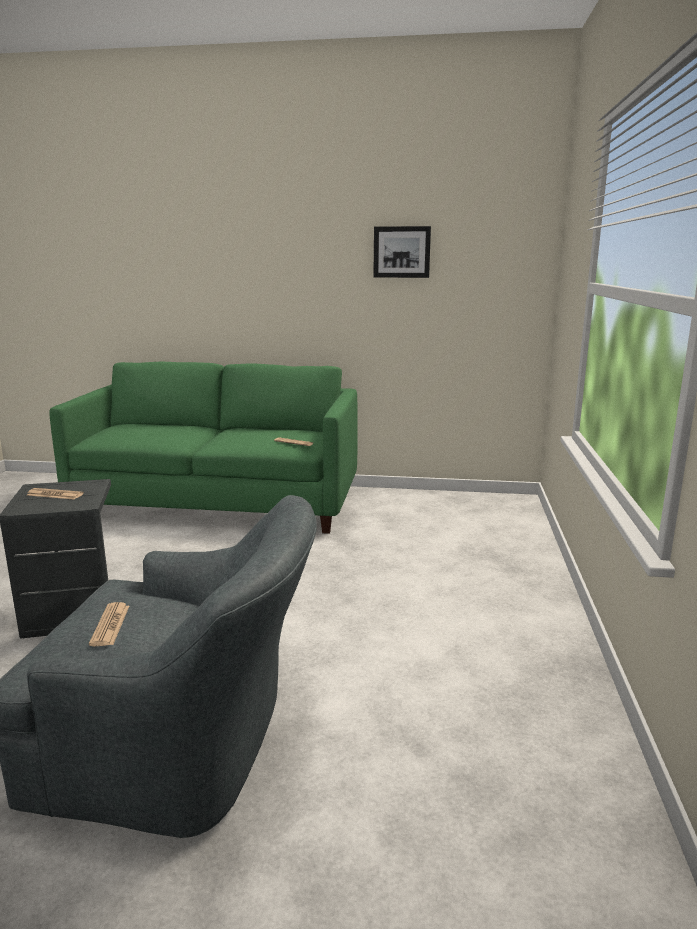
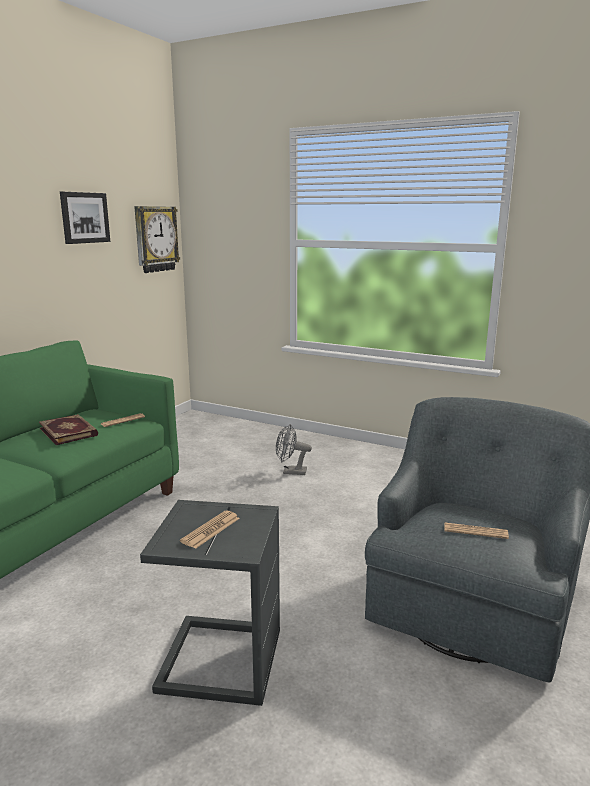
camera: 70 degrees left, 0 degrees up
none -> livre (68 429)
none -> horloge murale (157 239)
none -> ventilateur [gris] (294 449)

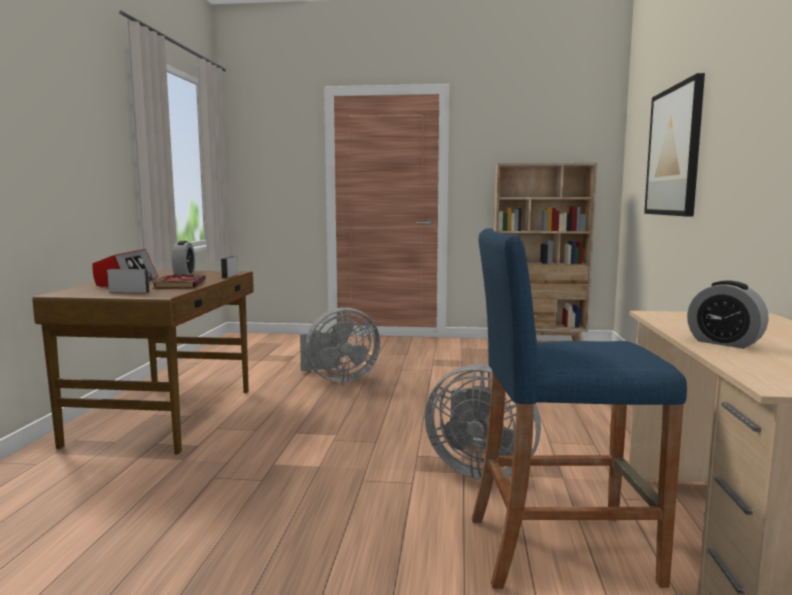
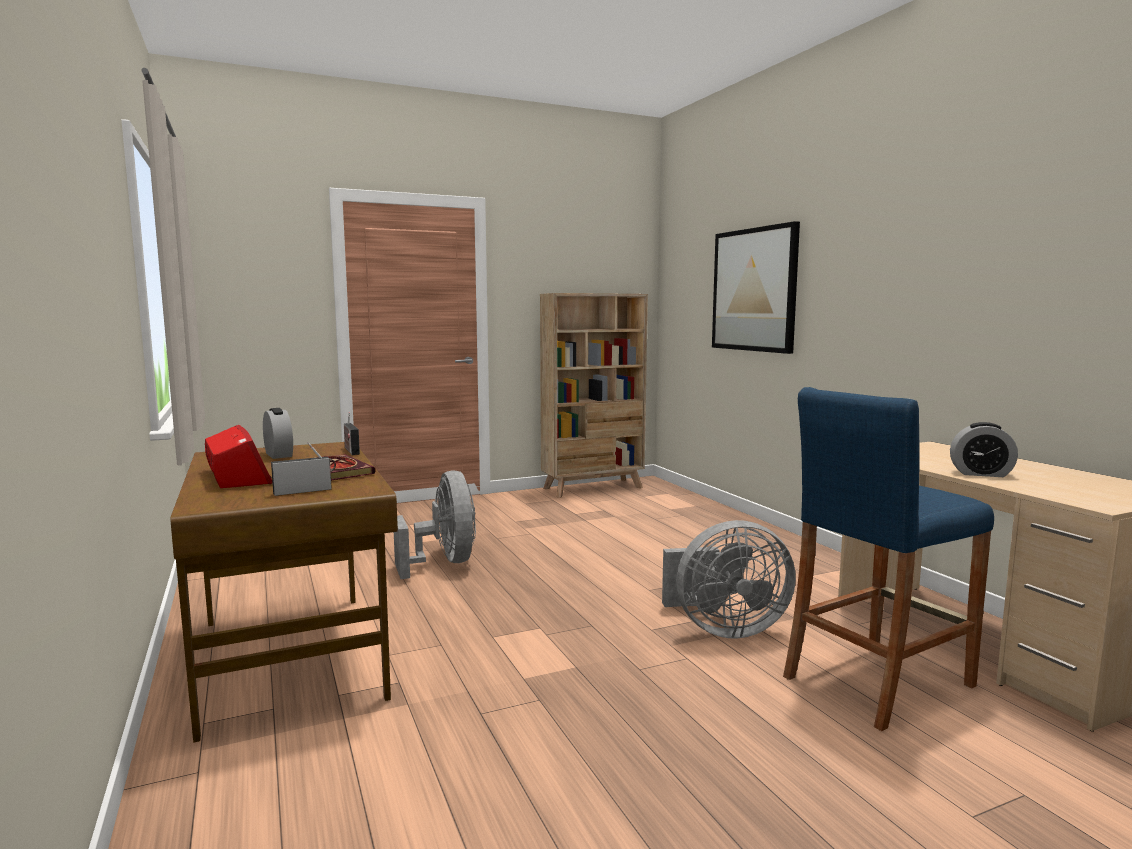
camera: 30 degrees left, 0 degrees up
ventilateur [gris] (340 345) -> ventilateur [gris] (435 524), 60 degrees counterclockwise

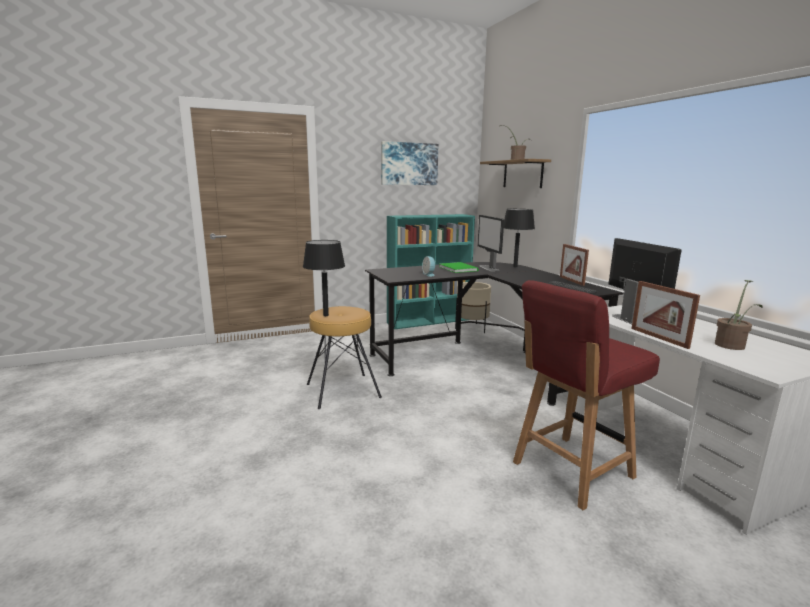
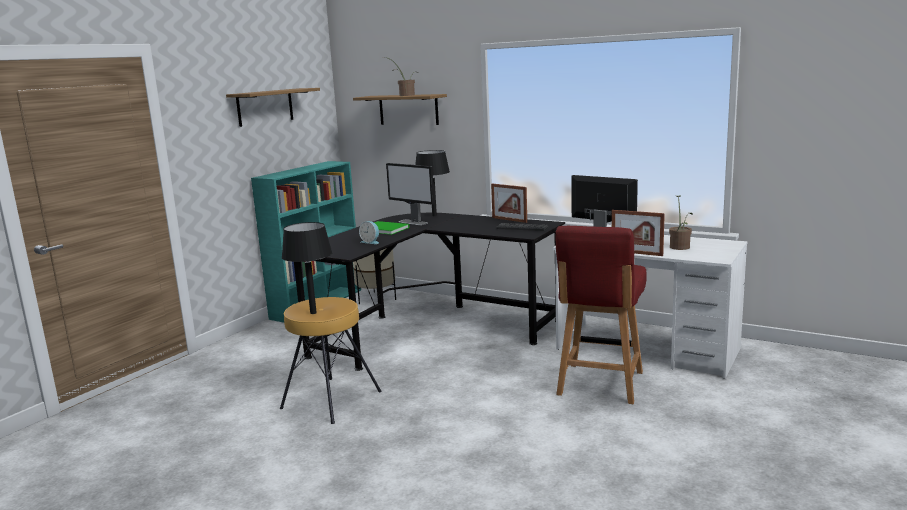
camera: 35 degrees left, 0 degrees up
tableau (409 163) -> étagère (273 107)

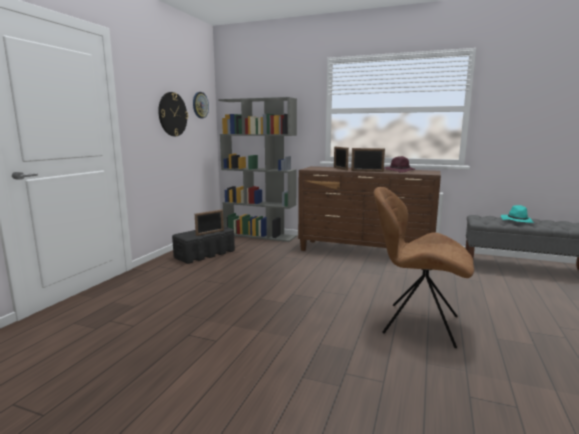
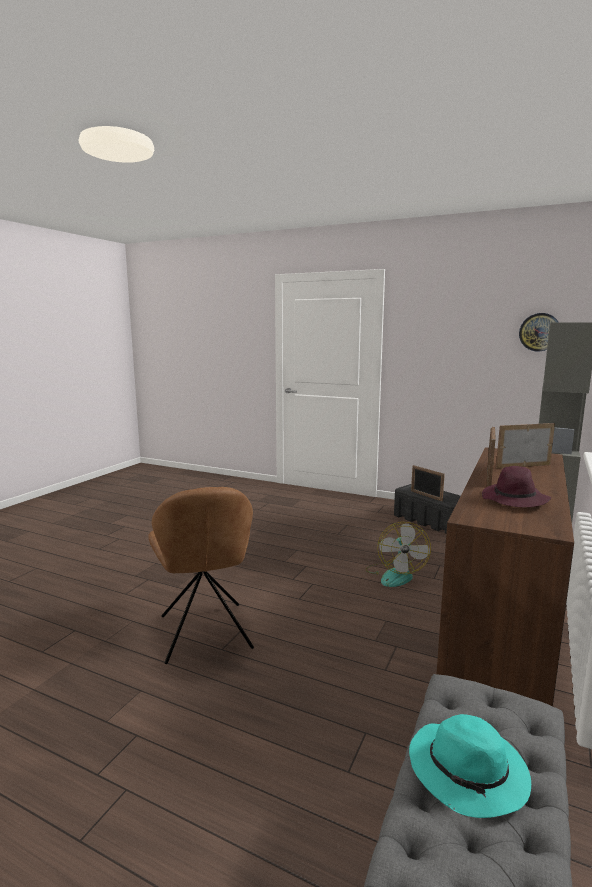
camera: 95 degrees right, 0 degrees up
chaise [marron] (424 267) -> chaise [marron] (201 575), 135 degrees clockwise
none -> ventilateur (398 554)
horloge murale (173 114) -> none

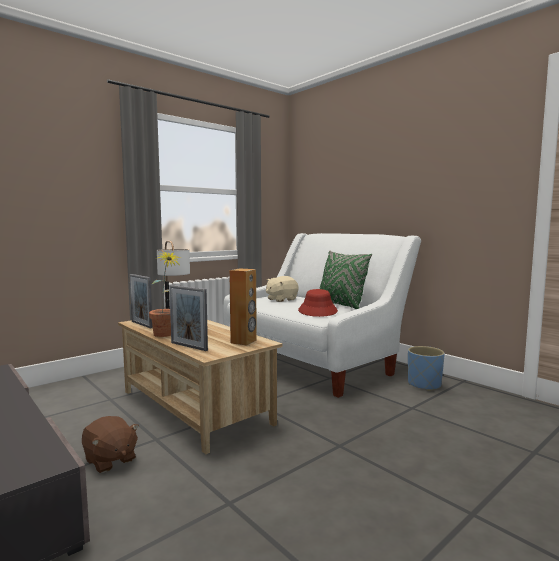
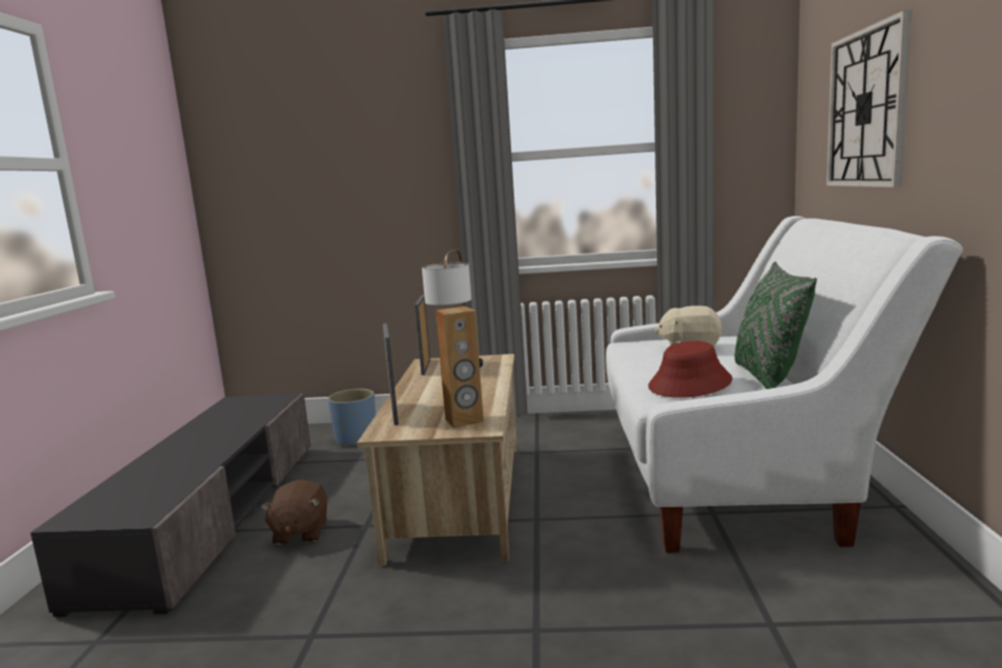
camera: 45 degrees right, 5 degrees up
cache-pot [bleu] (426 368) -> cache-pot [bleu] (352 417), shifted
none -> horloge murale (869 98)
plante en pot (165 294) -> none

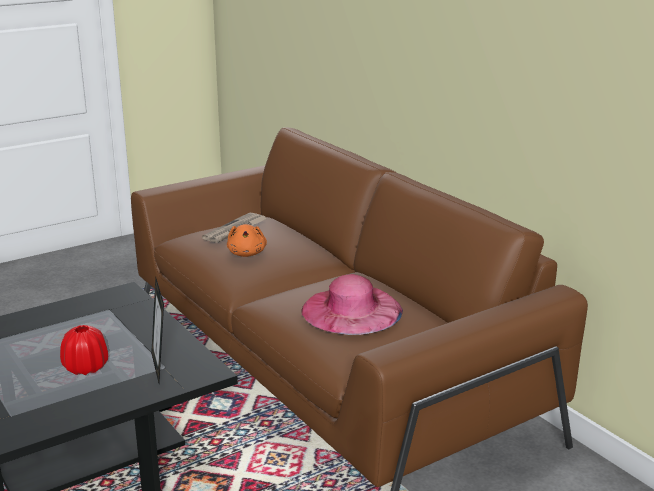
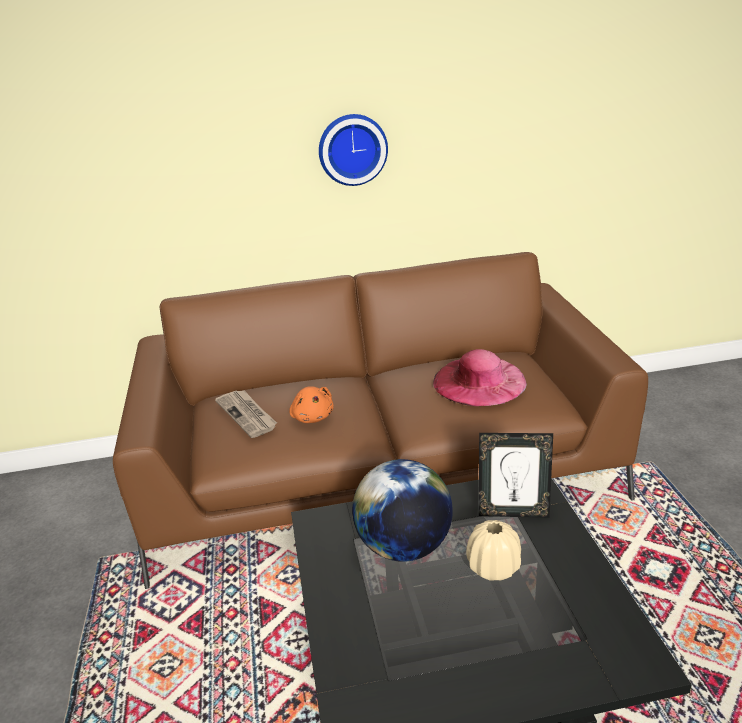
camera: 65 degrees left, 5 degrees up
peluche [orange] (247 240) -> peluche [orange] (311 404), 45 degrees clockwise
none -> horloge murale (353 150)
none -> globe (402 510)
vase [rouge] (84 350) -> vase [beige] (493 550)

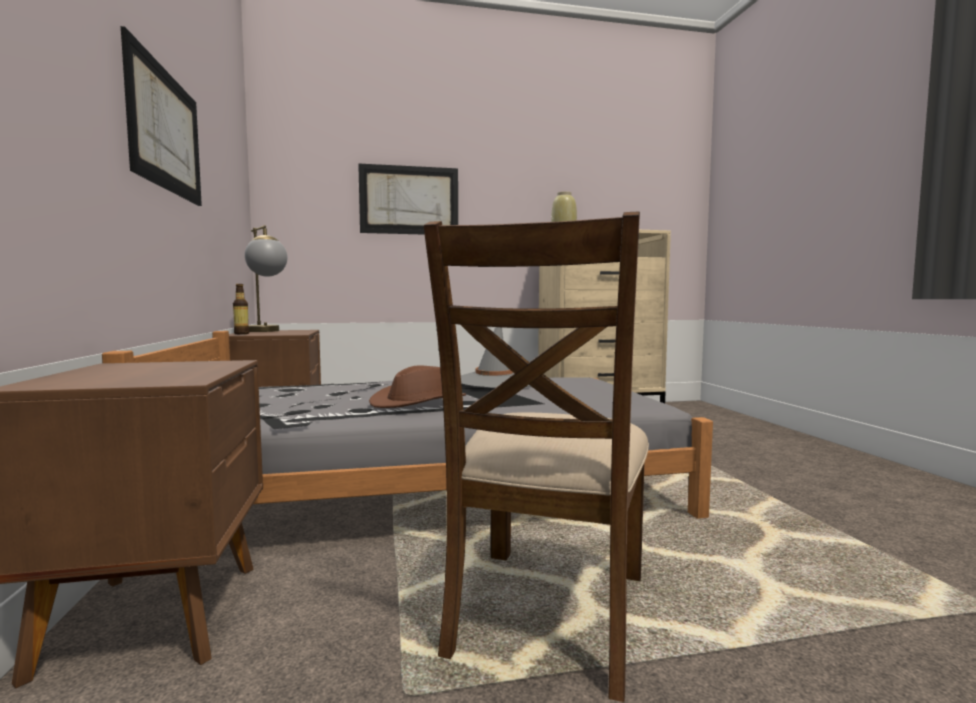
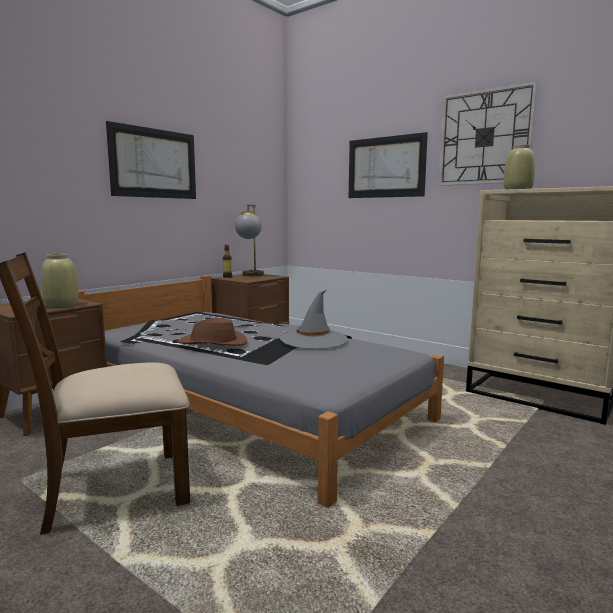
camera: 50 degrees right, 5 degrees up
none -> vase [beige] (60 281)
none -> horloge murale (488 133)

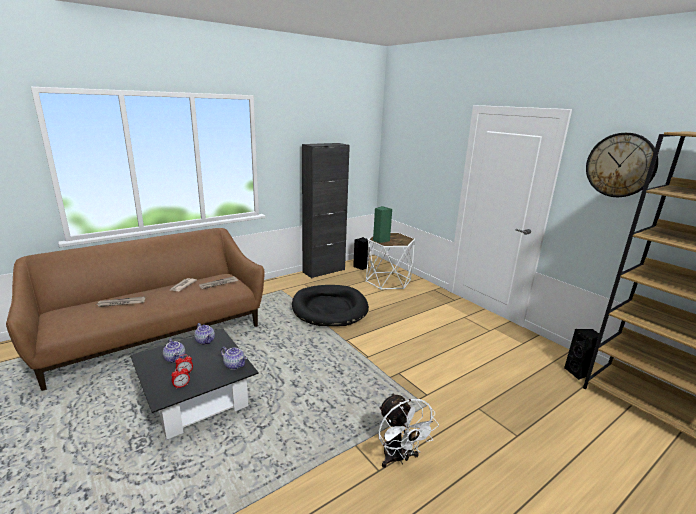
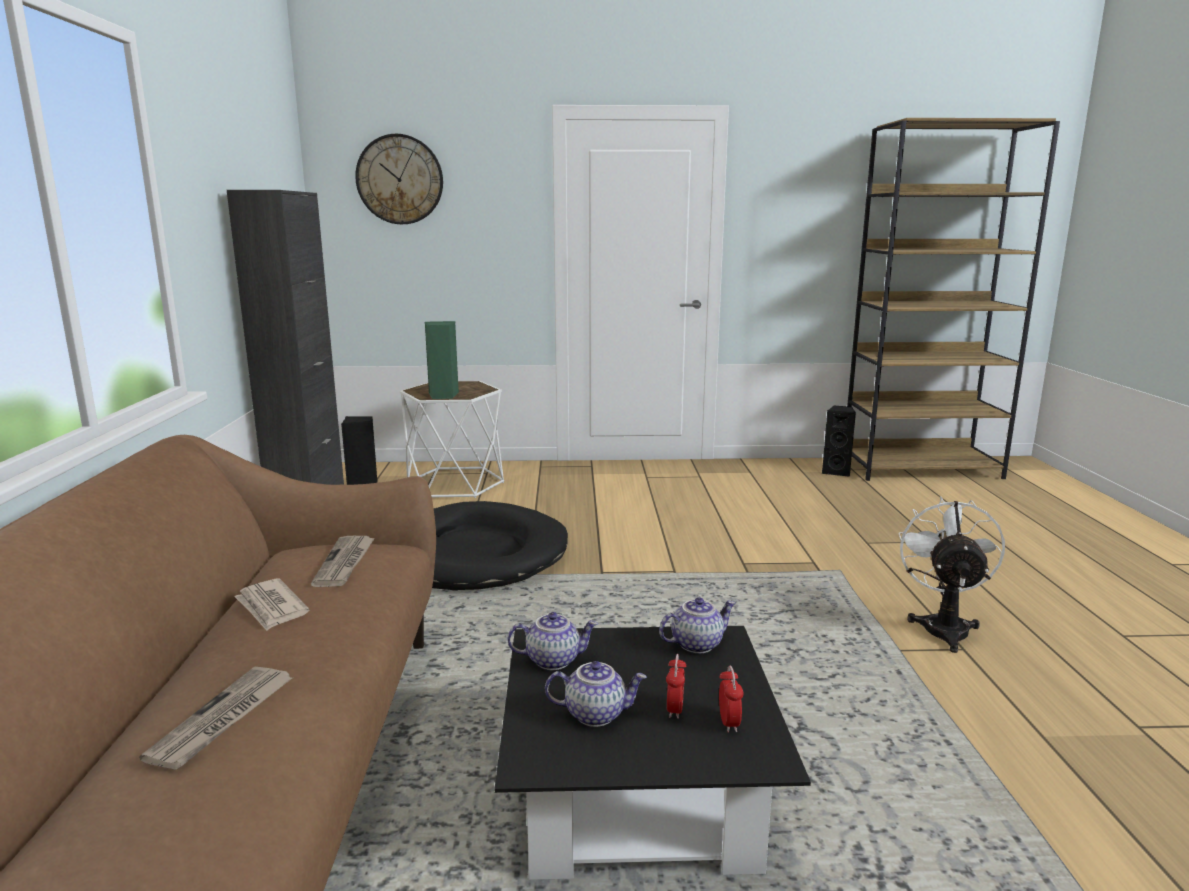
camera: 55 degrees left, 5 degrees down
horloge murale (622 165) -> horloge murale (399 179), shifted
ventilateur [blanc] (408 430) -> ventilateur [blanc] (951 574), 90 degrees counterclockwise

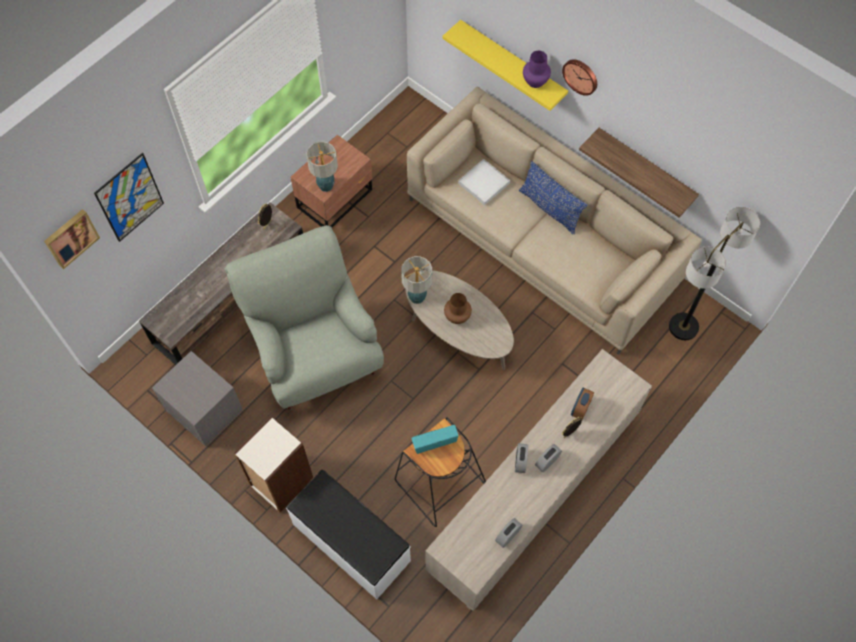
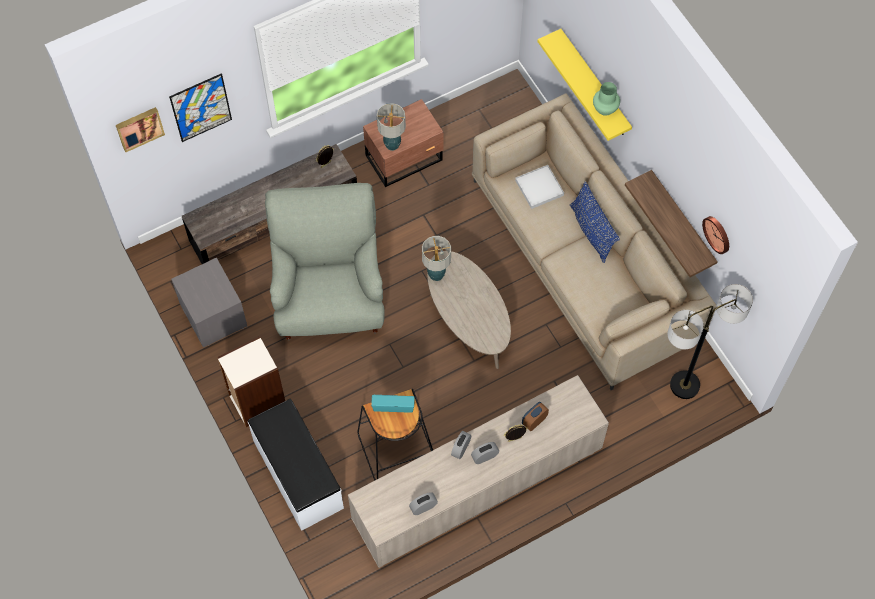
camera: 20 degrees right, 0 degrees up
vase [violet] (537 69) -> vase [vert] (606 99)
horloge murale (579 77) -> horloge murale (715 235), shifted
vase [marron] (458 308) -> none

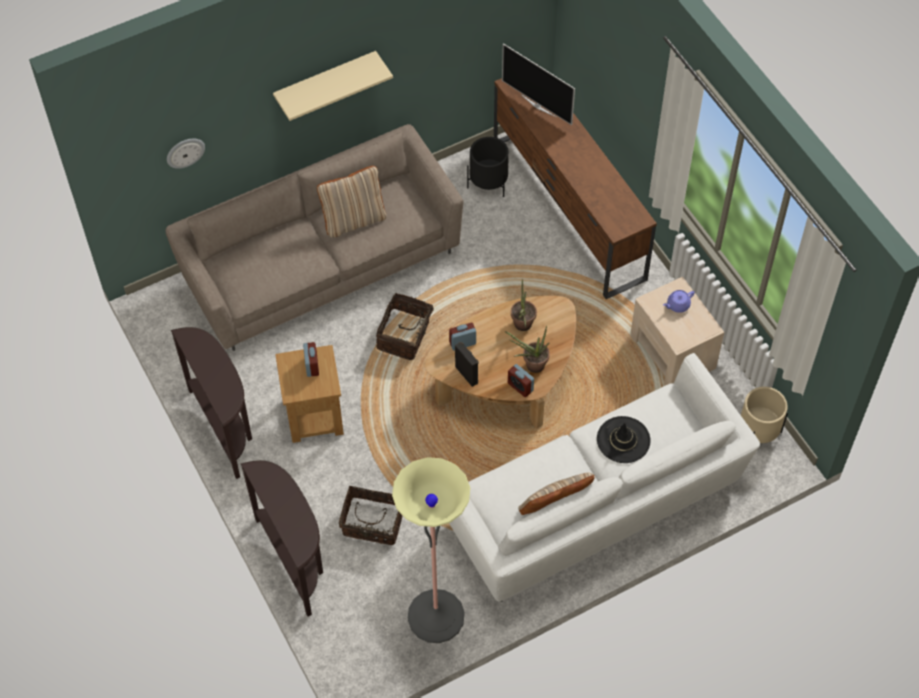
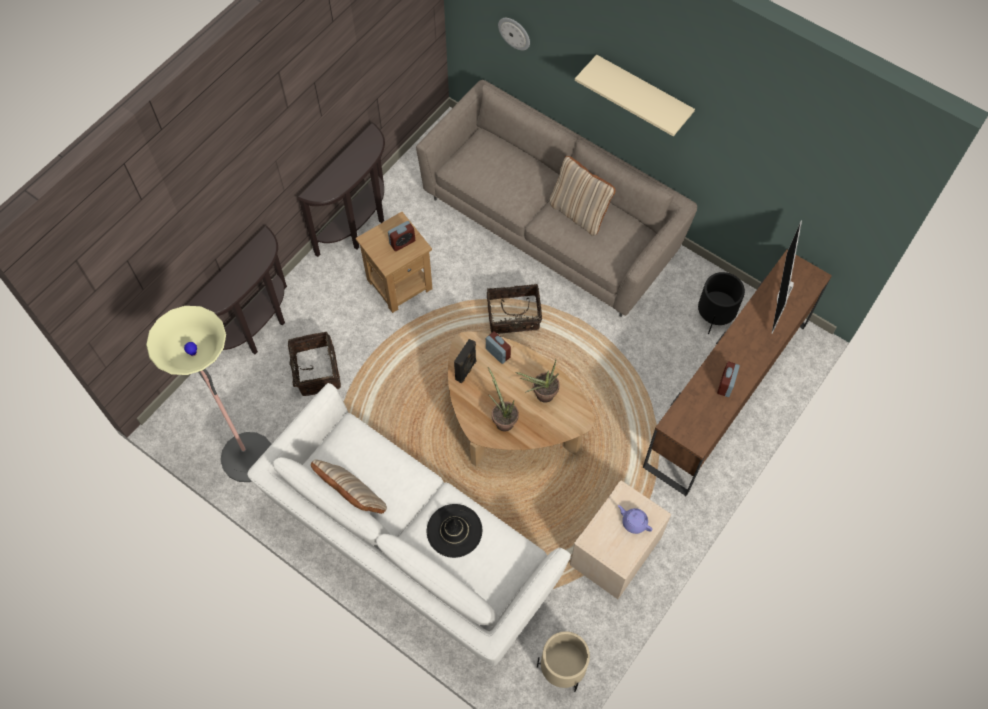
camera: 65 degrees right, 5 degrees up
réveil (521 380) -> réveil (728 379), shifted

